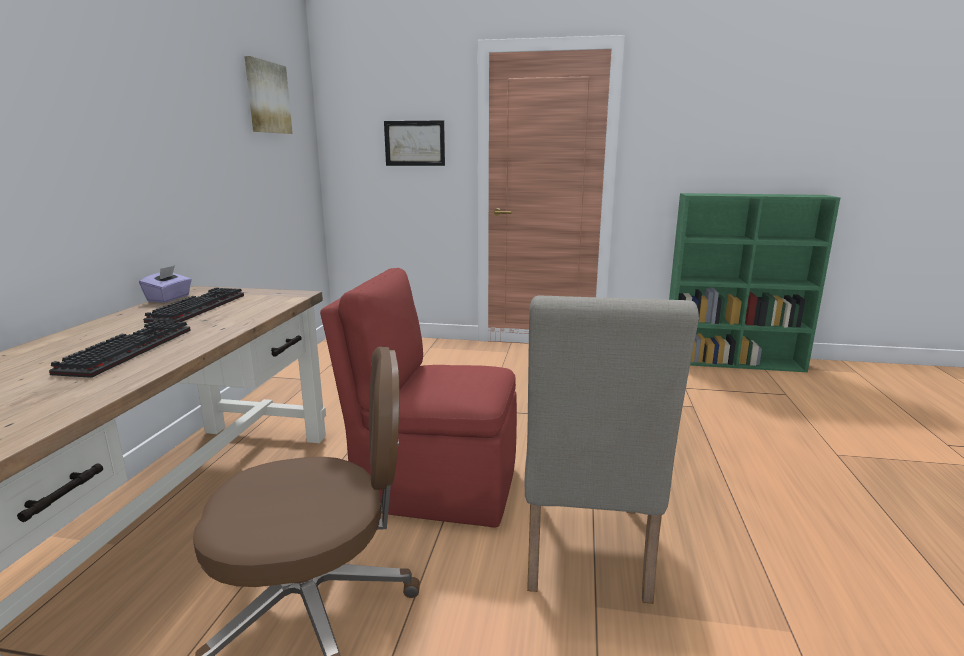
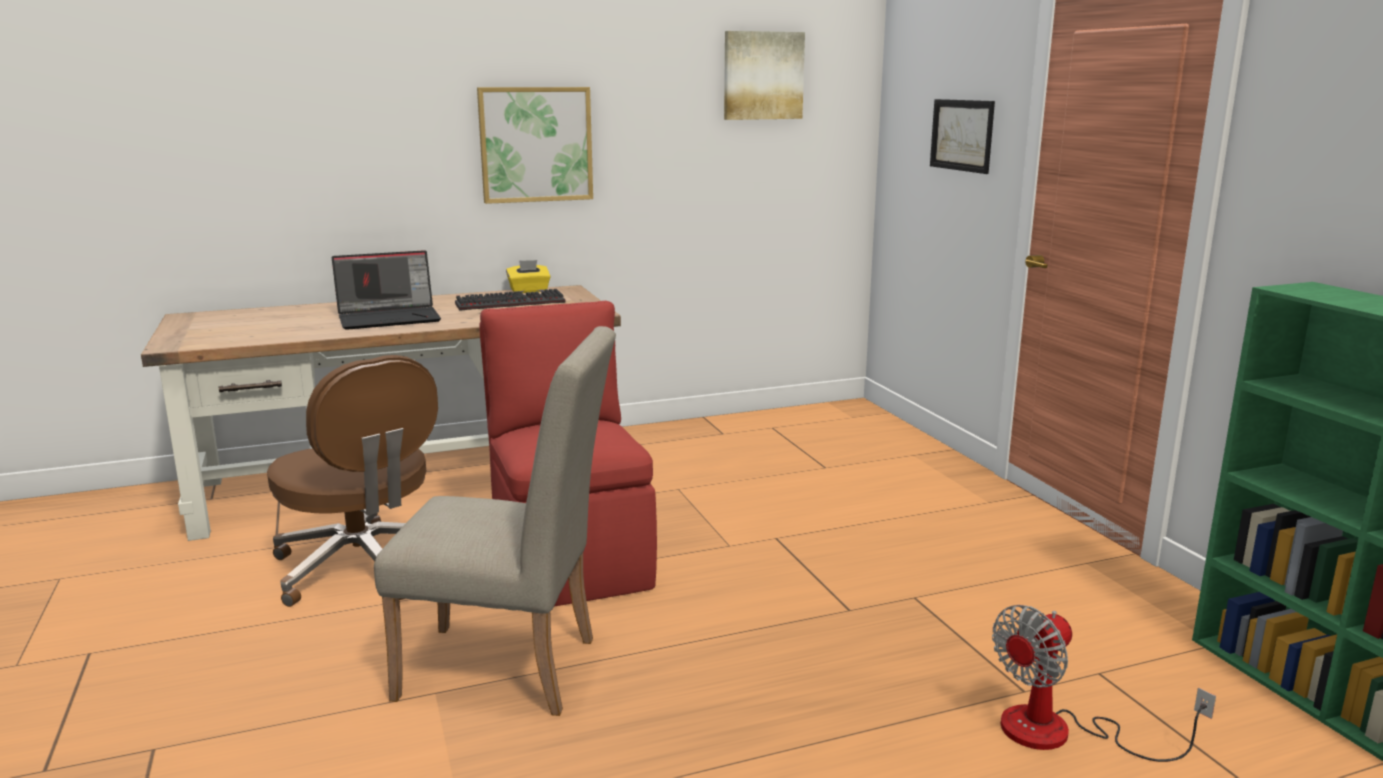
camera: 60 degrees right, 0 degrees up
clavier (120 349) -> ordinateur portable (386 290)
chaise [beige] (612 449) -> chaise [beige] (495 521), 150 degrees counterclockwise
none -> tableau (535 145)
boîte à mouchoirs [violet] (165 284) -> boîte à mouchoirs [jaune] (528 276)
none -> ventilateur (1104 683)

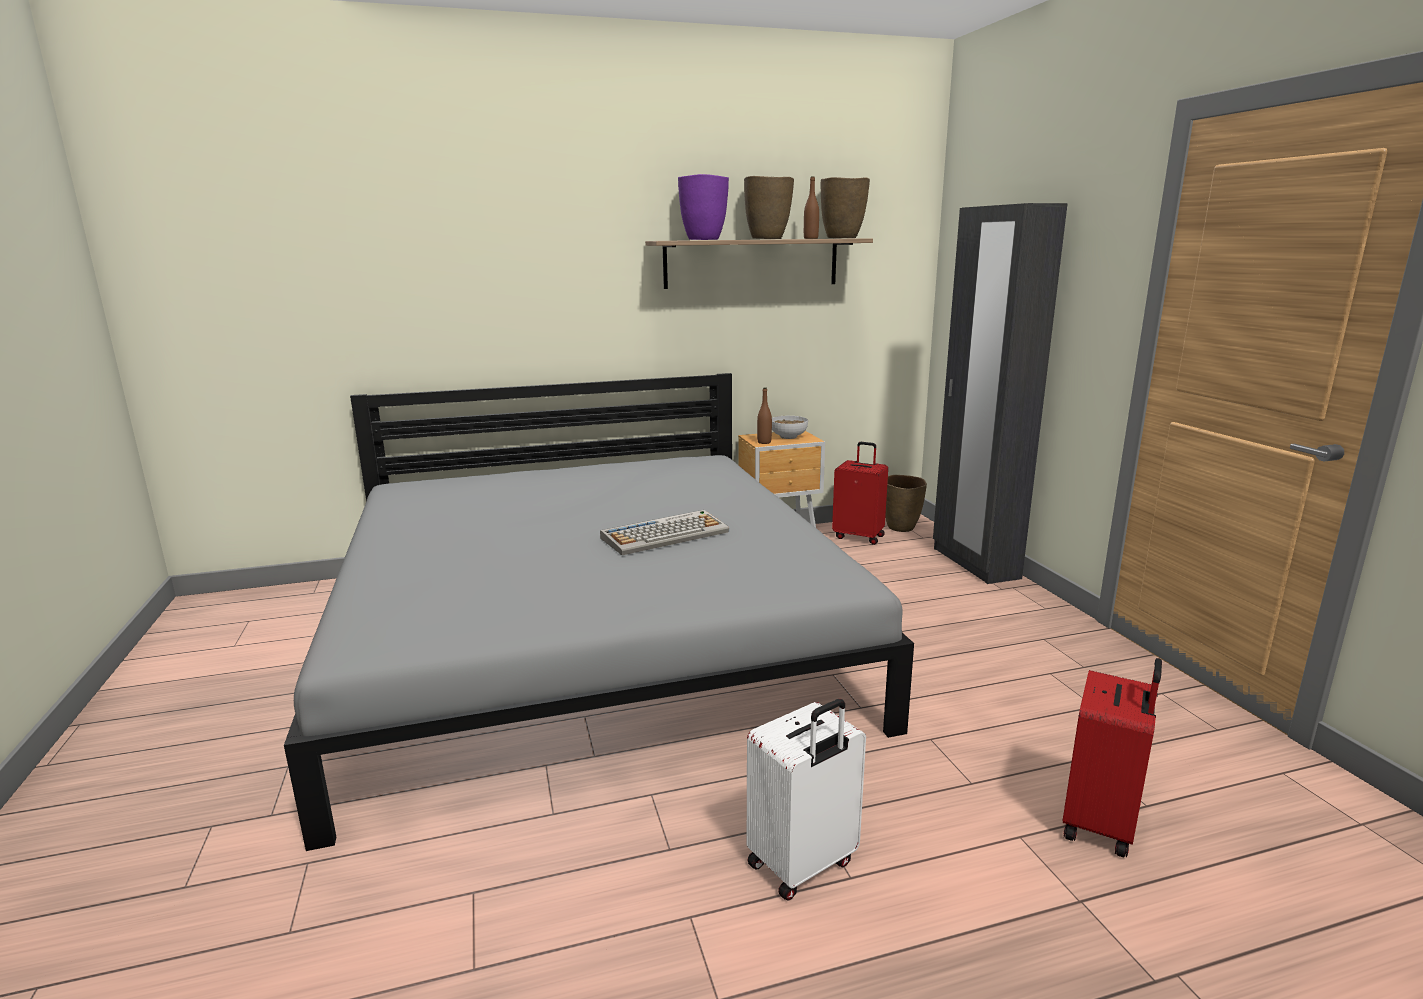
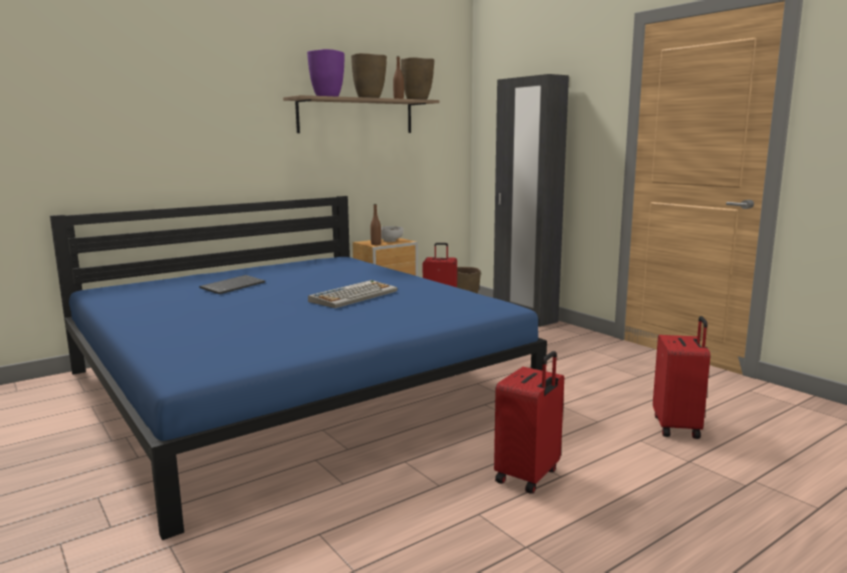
camera: 20 degrees left, 5 degrees down
lit [gris] (599 612) -> lit [bleu] (298 368)
none -> clavier (232 284)
valise [blanc] (806 800) -> valise [rouge] (529 422)

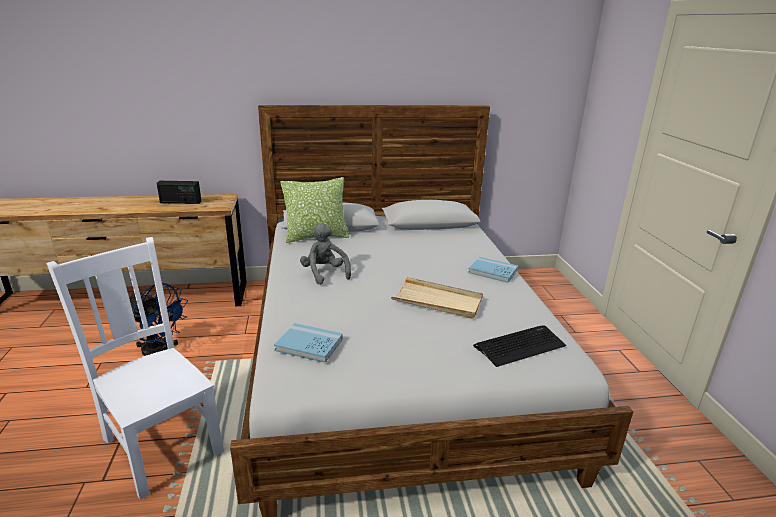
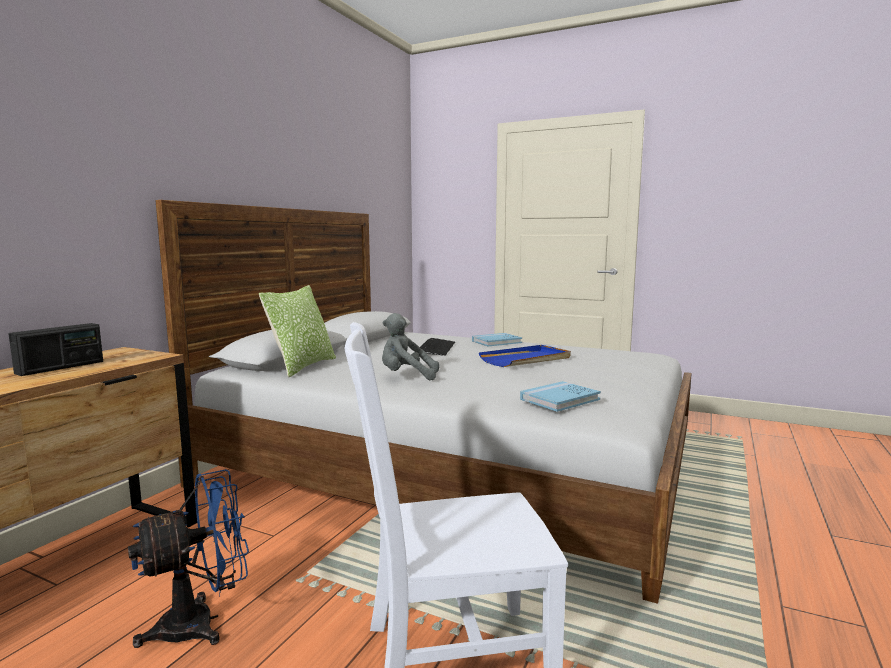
camera: 55 degrees left, 15 degrees down
clavier (519 346) -> clavier (437 347), shifted
plateau [beige] (437 298) -> plateau [bleu] (525 356)

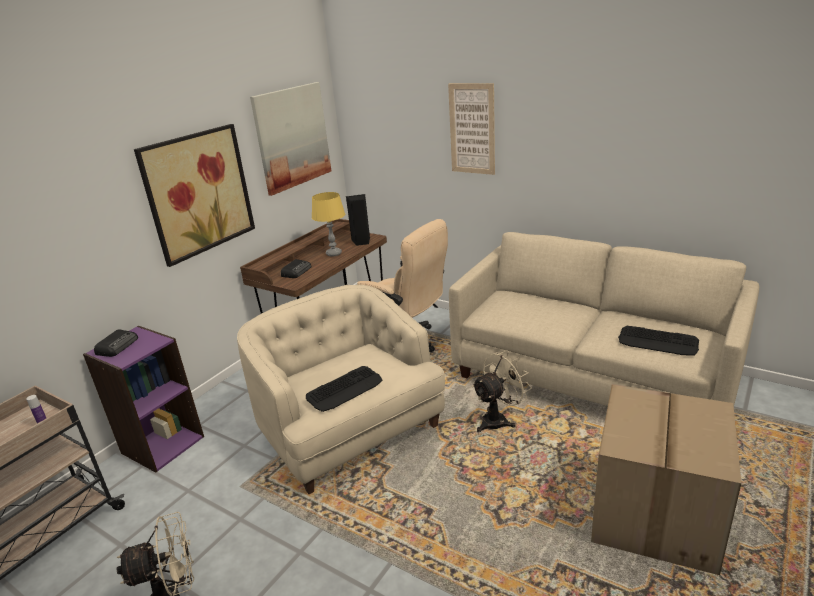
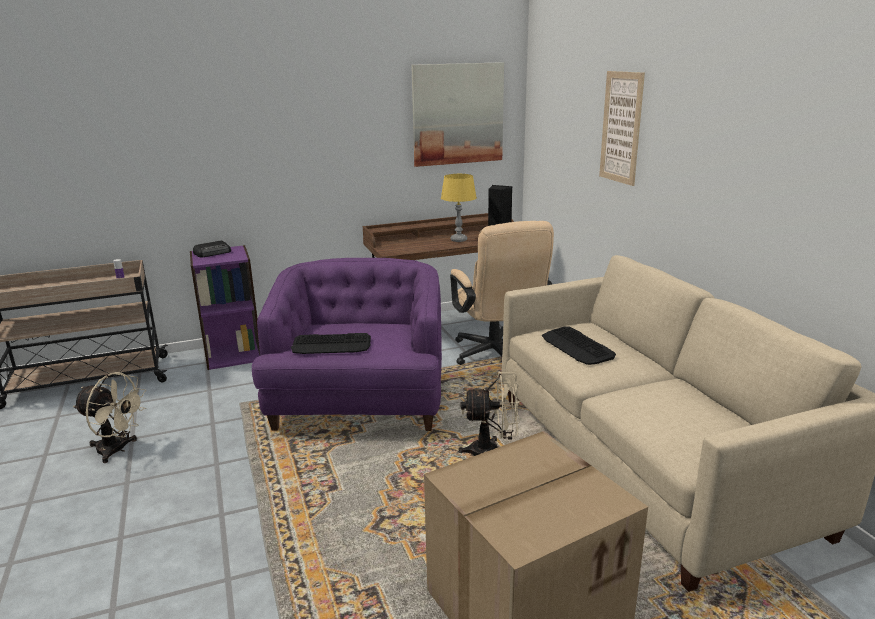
camera: 35 degrees right, 5 degrees down
fauteuil [beige] (341 389) -> fauteuil [violet] (347 344)
clavier (658 341) -> clavier (579 345), shifted
tableau (194 195) -> none
radio (296 268) -> none

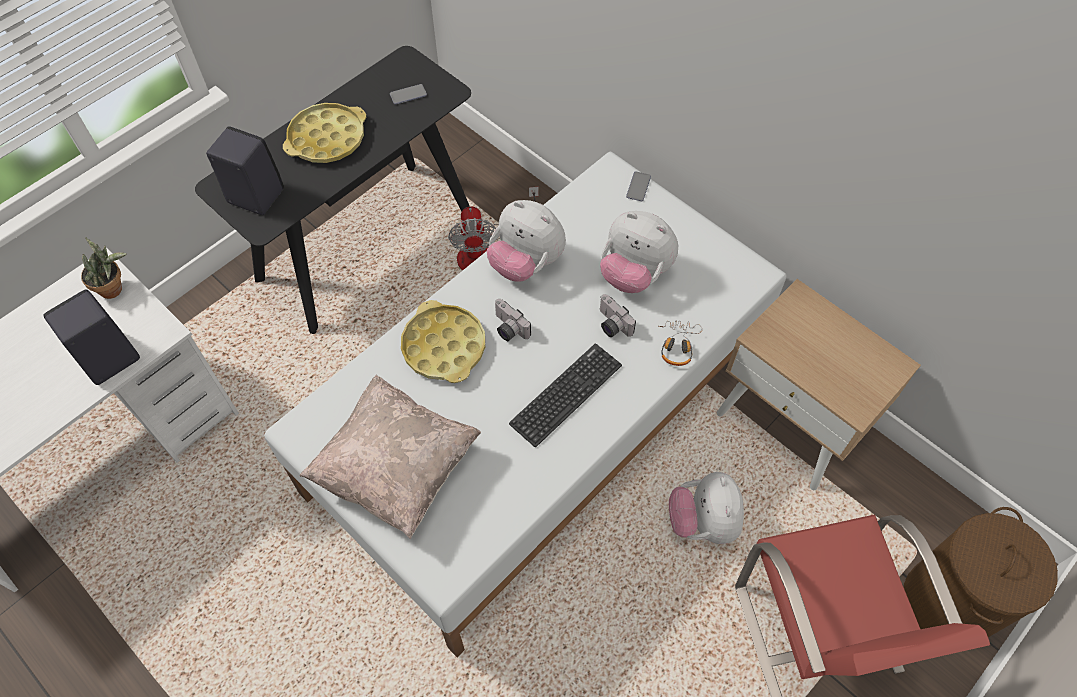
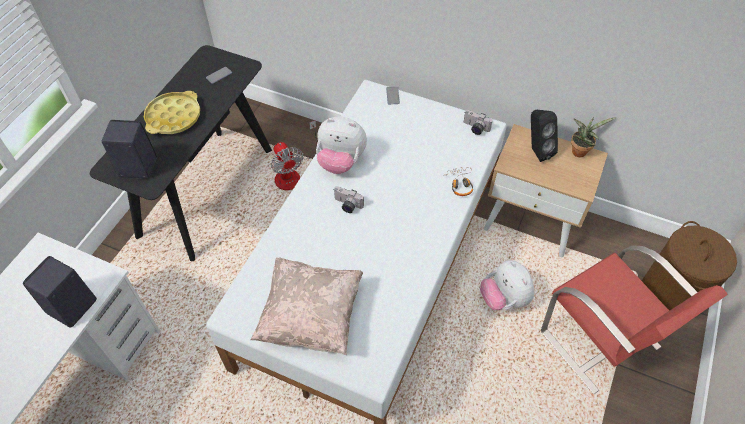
camera: 20 degrees left, 5 degrees down
appareil photo (618 315) -> appareil photo (478 122), shifted
none -> enceinte [noir] (544 136)
plante en pot (104 268) -> plante en pot (593 137), shifted
plateau [jaune] (443 341) -> none
clavier (565 395) -> none
peluche (639 252) -> none

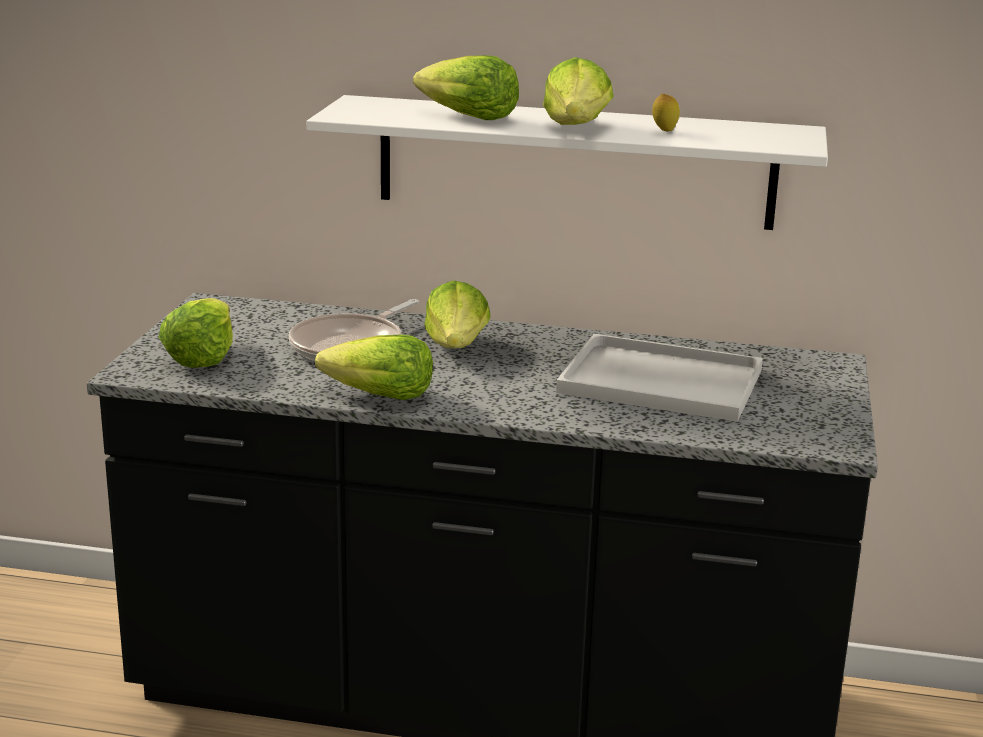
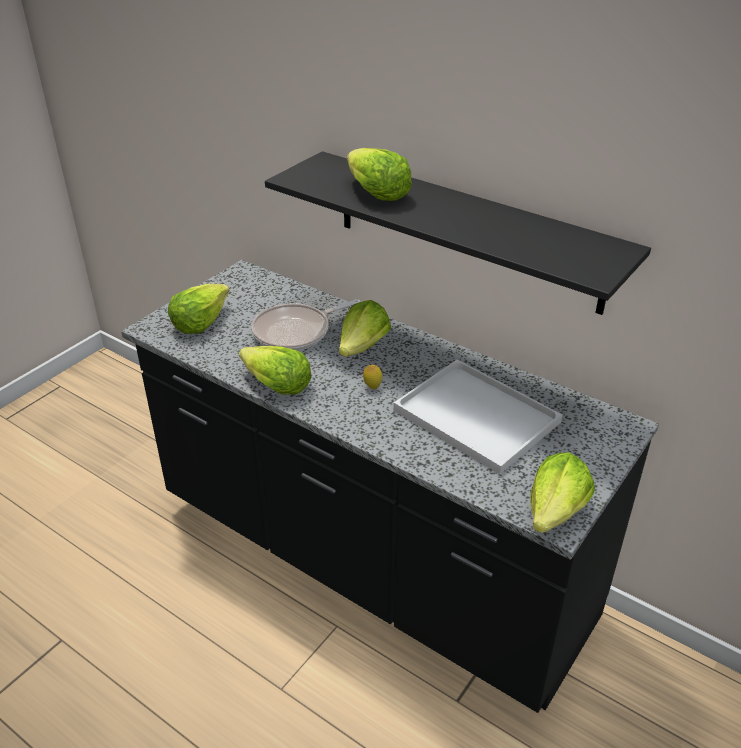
camera: 25 degrees right, 15 degrees up
étagère [blanc] (567 162) -> étagère [noir] (458 233)
citron (666 112) -> citron (372 377), shifted
laitue (578 91) -> laitue (562 493), shifted

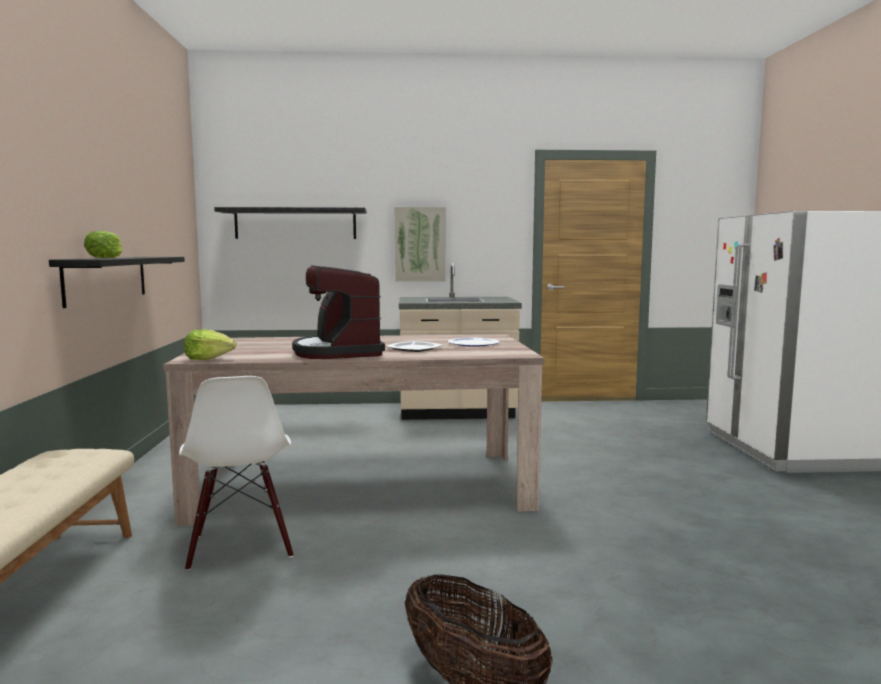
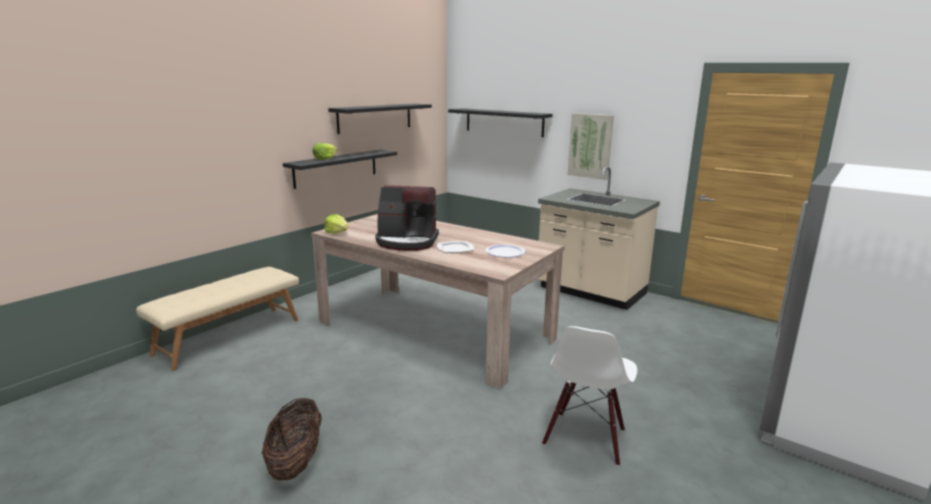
camera: 40 degrees right, 10 degrees up
none -> étagère [noir] (380 119)
machine à café (338 312) -> machine à café (407 218), 105 degrees counterclockwise
chaise [blanc] (236 473) -> chaise [blanc] (589 396), shifted

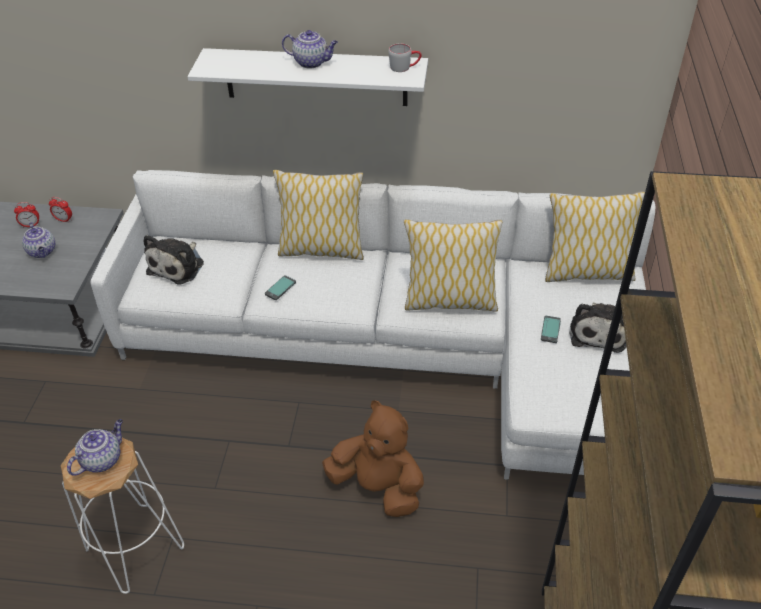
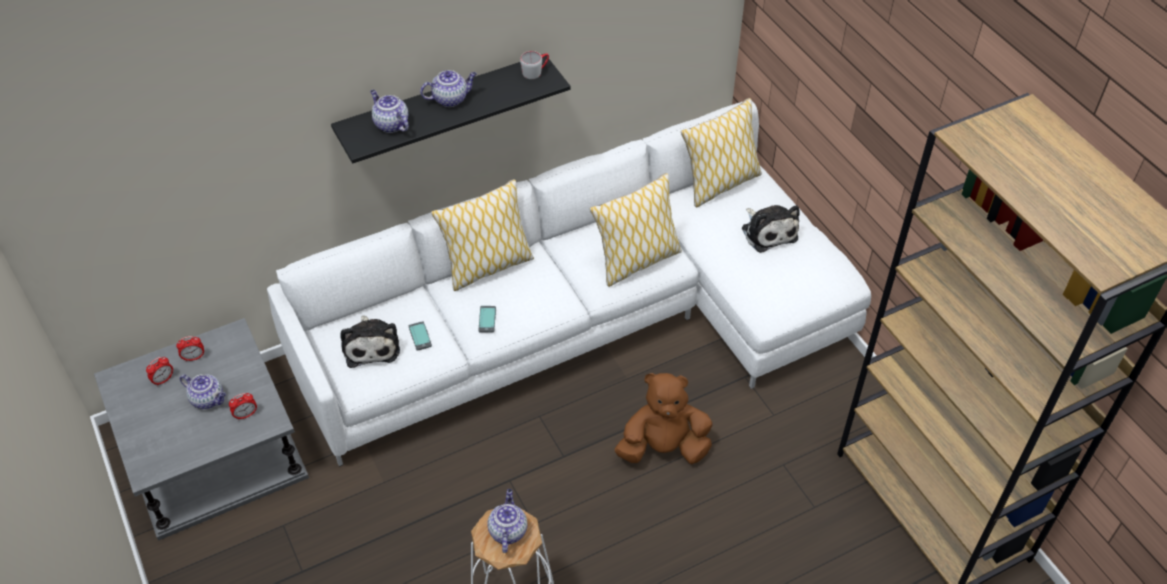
camera: 35 degrees left, 5 degrees up
none -> réveil (243 406)
étagère [blanc] (307 77) -> étagère [noir] (451 109)
none -> théière (389 111)
téléphone (551 329) -> téléphone (420 336), shifted

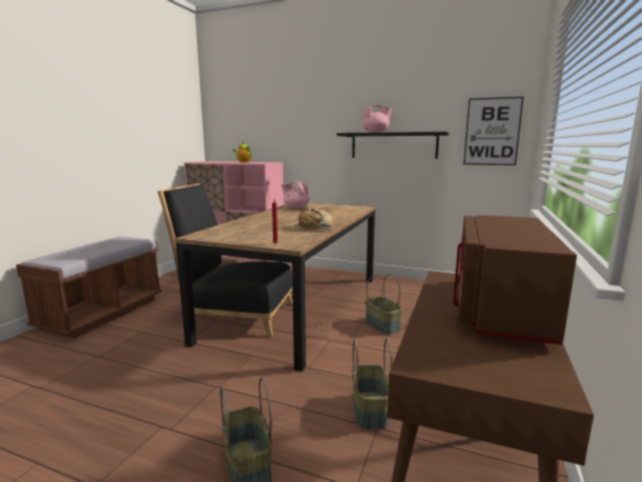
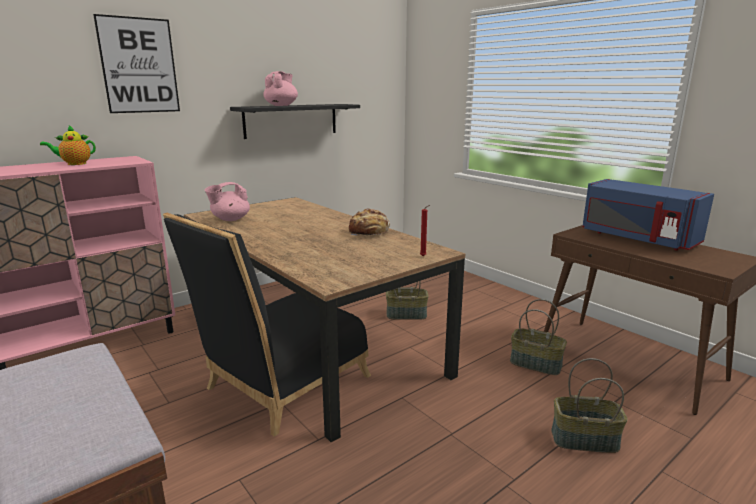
camera: 60 degrees left, 5 degrees up
tableau (494 131) -> tableau (136 63), shifted
micro-ondes [marron] (515 280) -> micro-ondes [bleu] (648 215)

